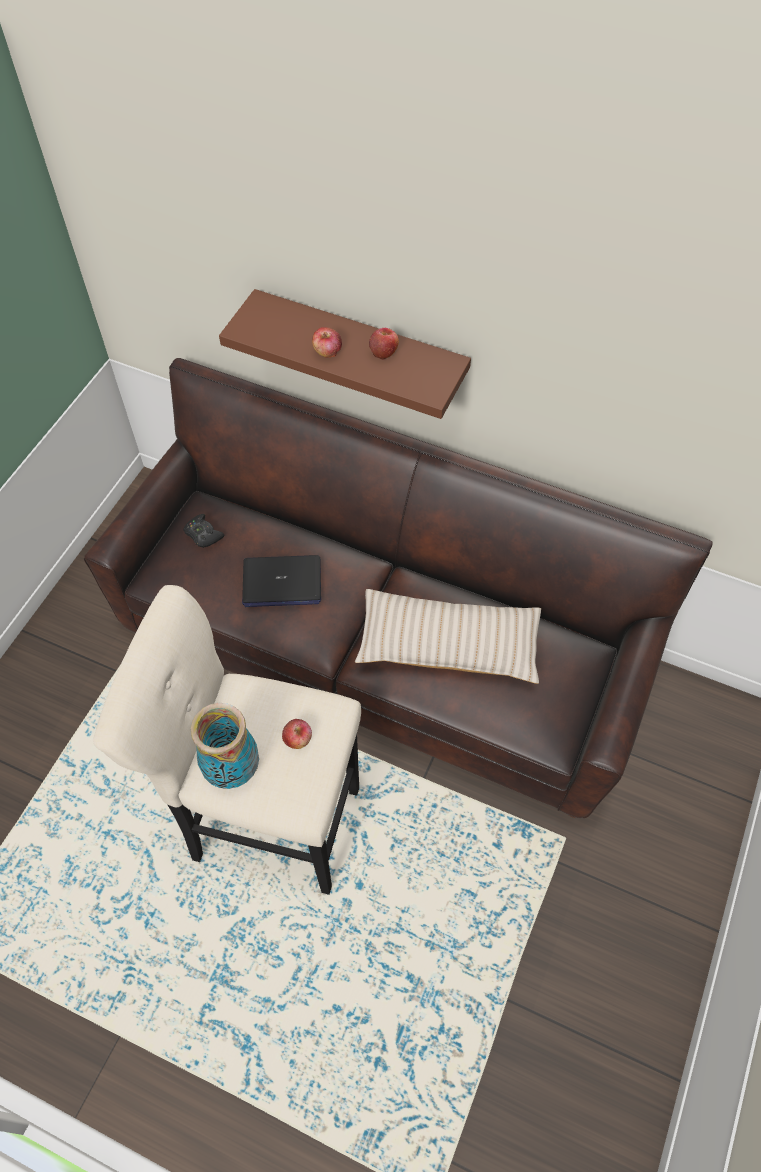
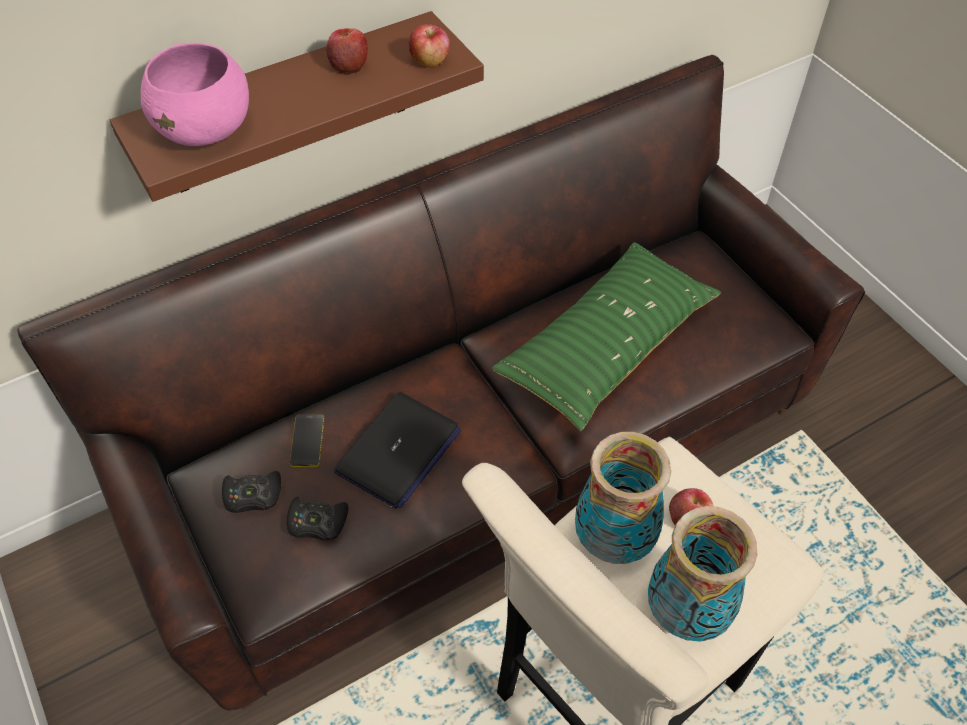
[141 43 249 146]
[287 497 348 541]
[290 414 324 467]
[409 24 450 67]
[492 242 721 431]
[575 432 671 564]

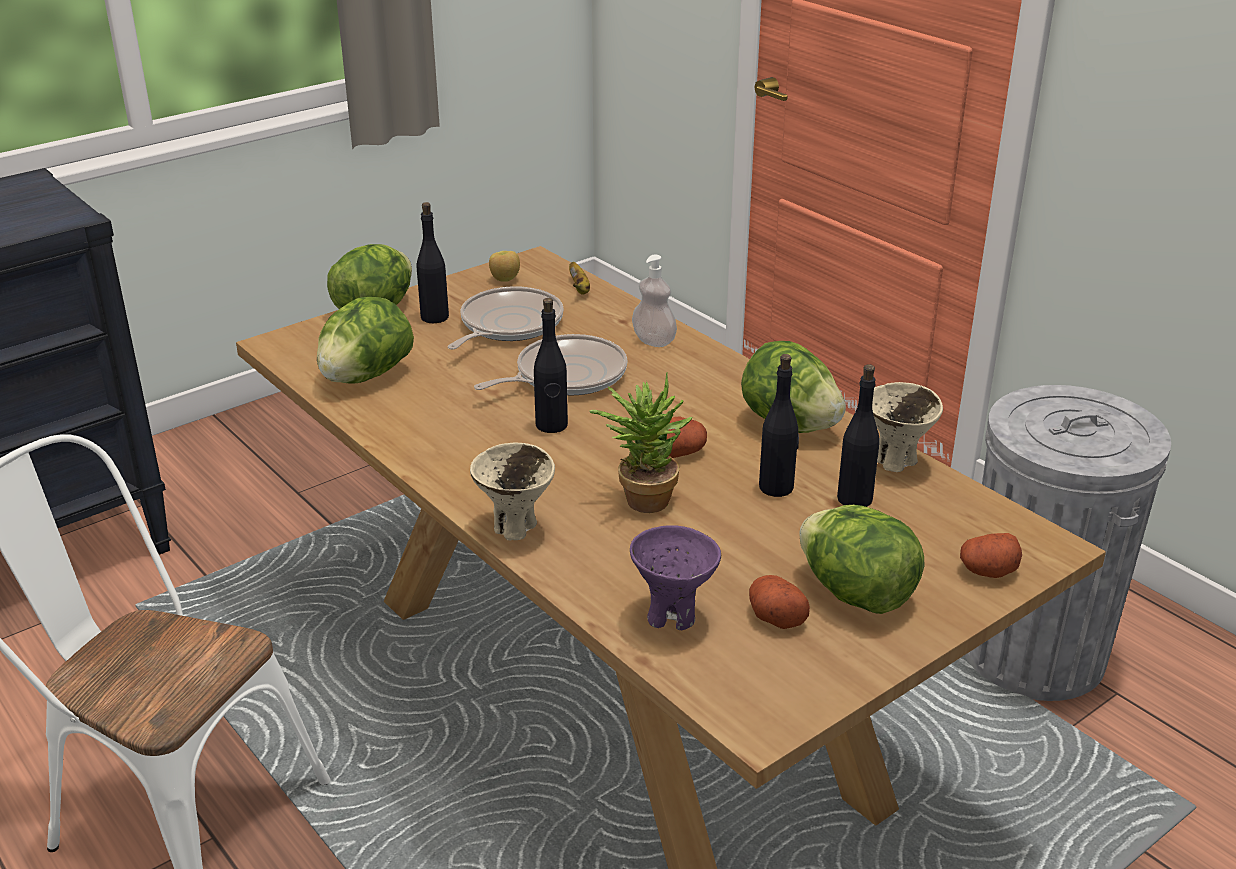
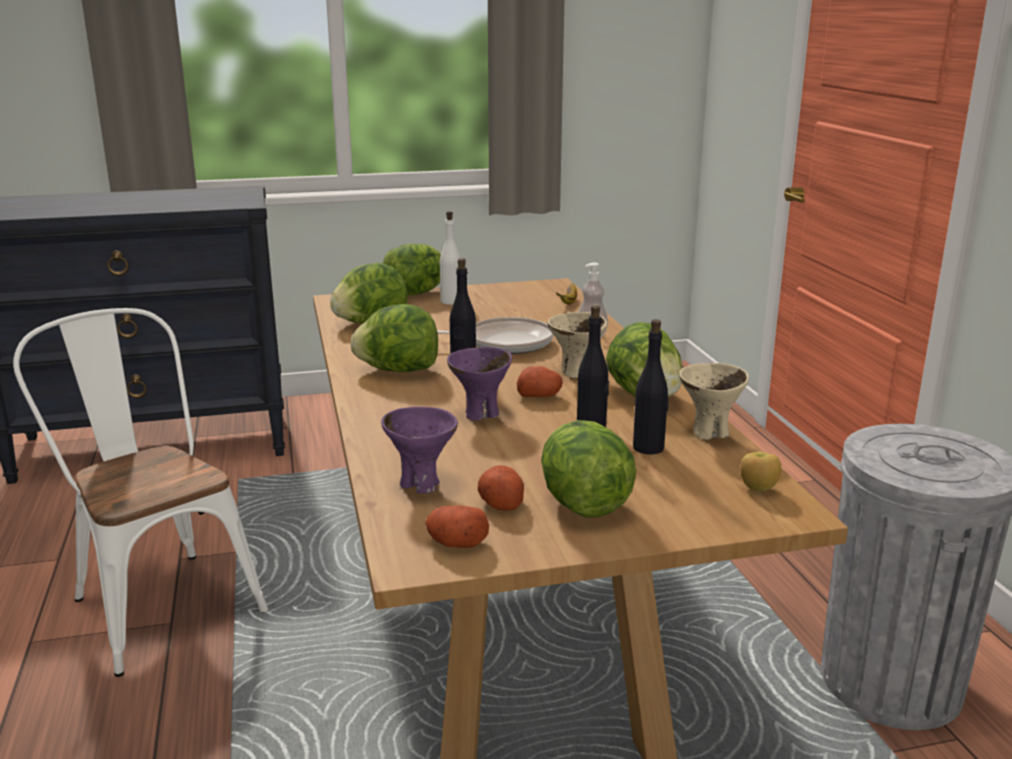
[351 304 438 372]
[425 505 489 548]
[440 211 461 305]
[447 347 512 421]
[547 312 607 378]
[740 452 781 491]
[448 286 564 350] (first image)

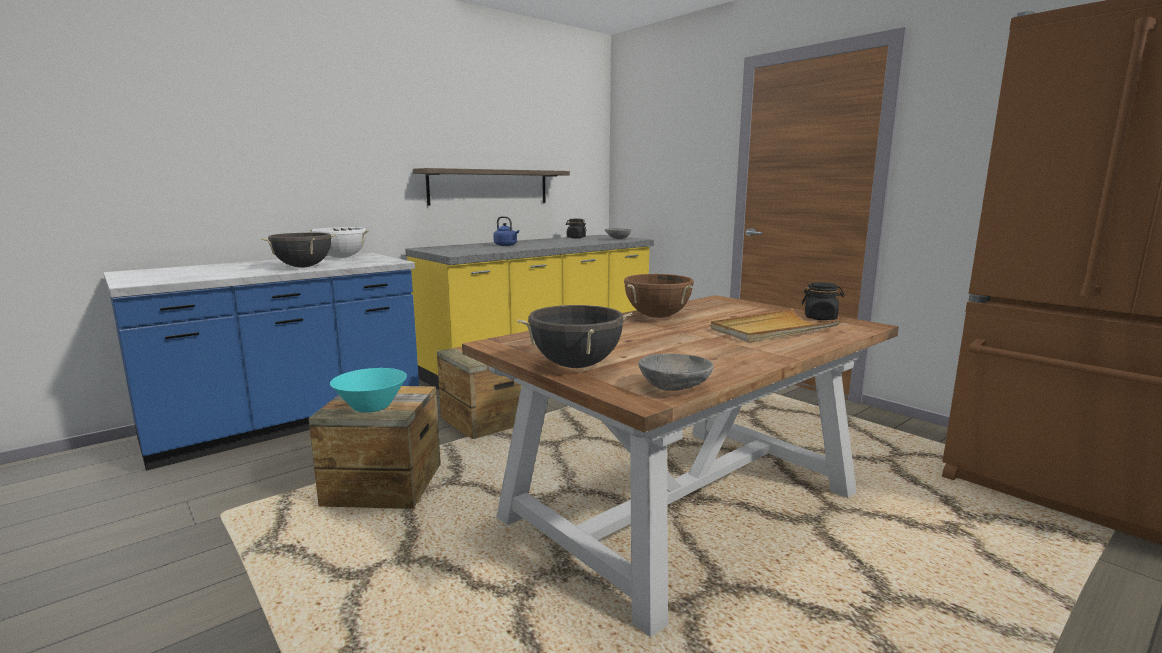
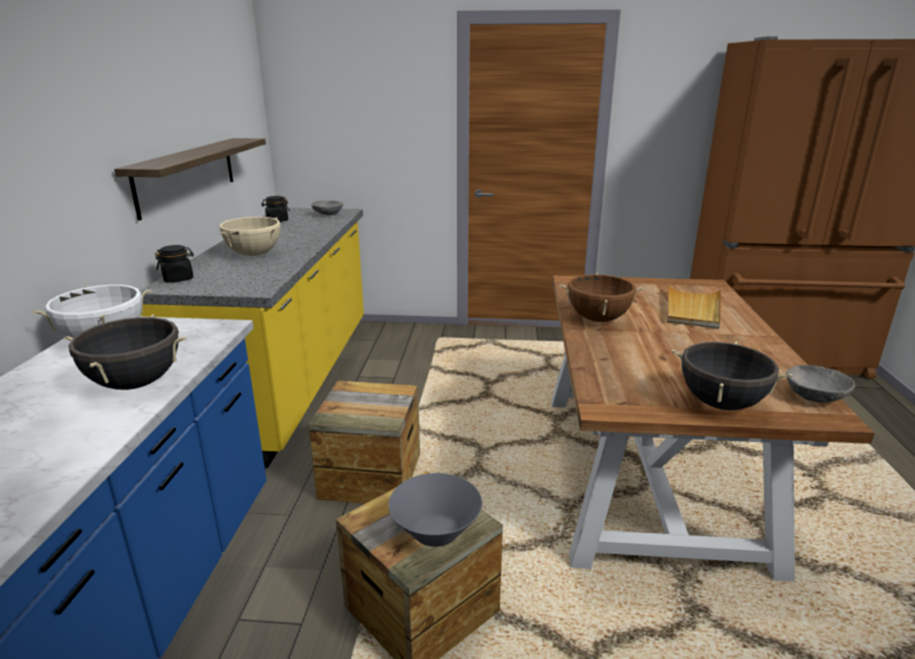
[155 245 194 282]
[220 217 281 256]
[388 473 482 547]

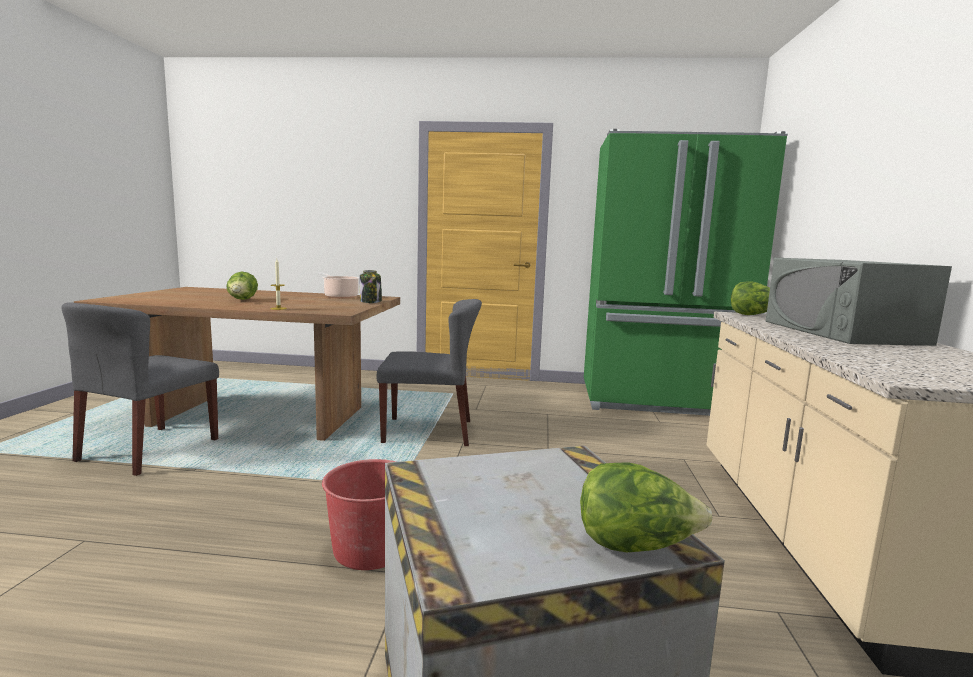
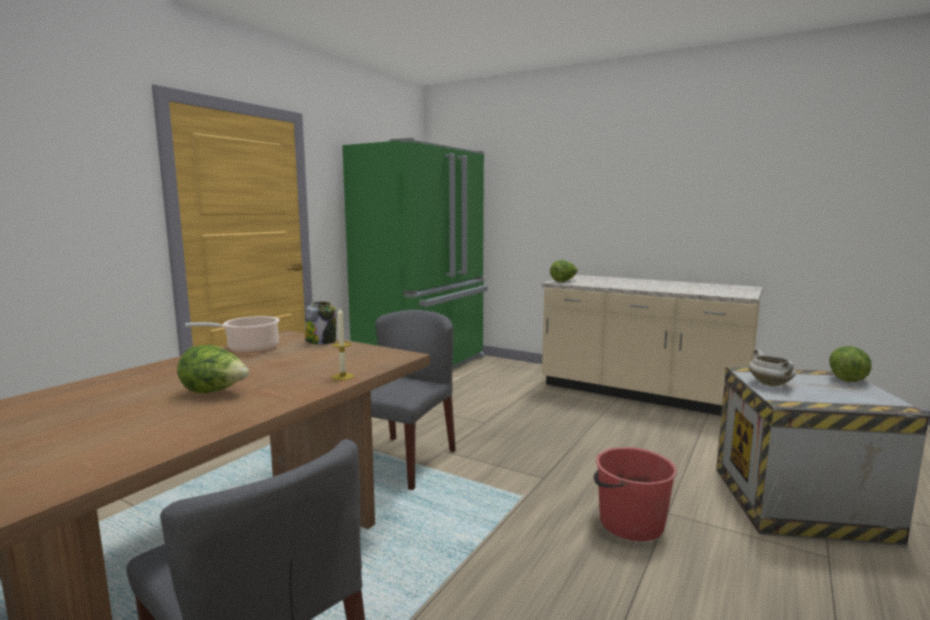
[749 349 796 386]
[766 258 952 346] (first image)

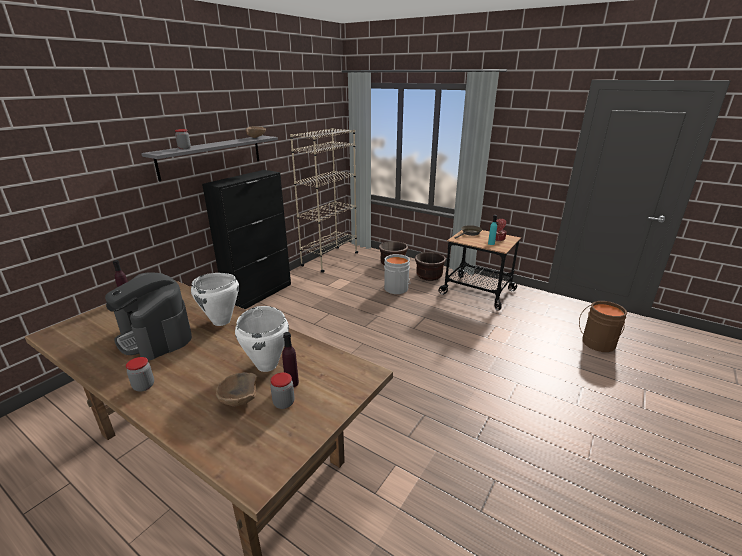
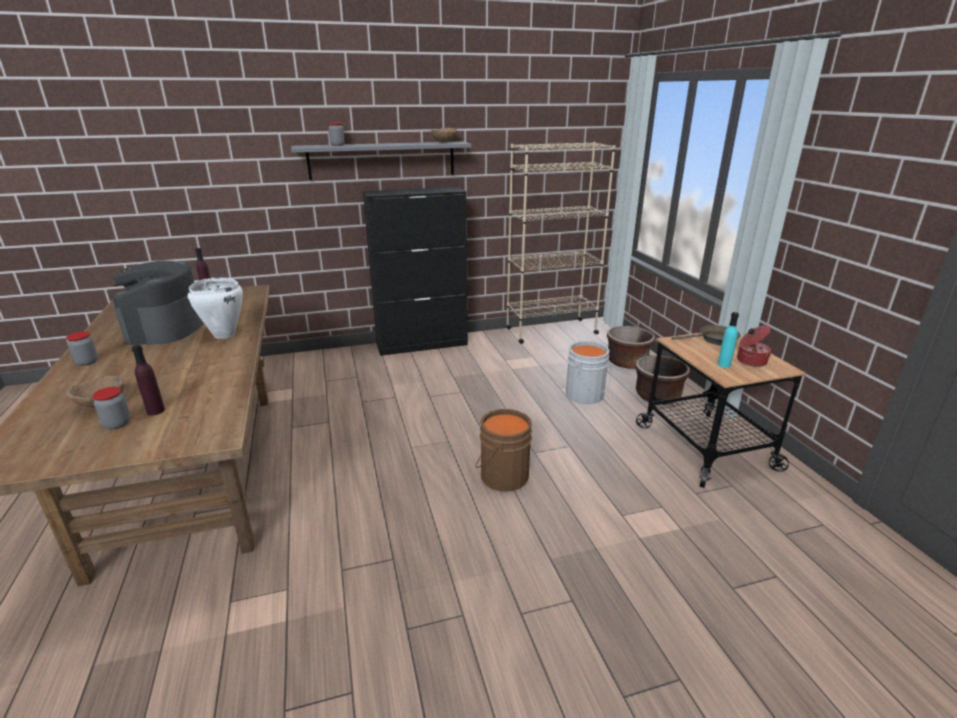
[476 409 532 492]
[235 306 289 372] (first image)

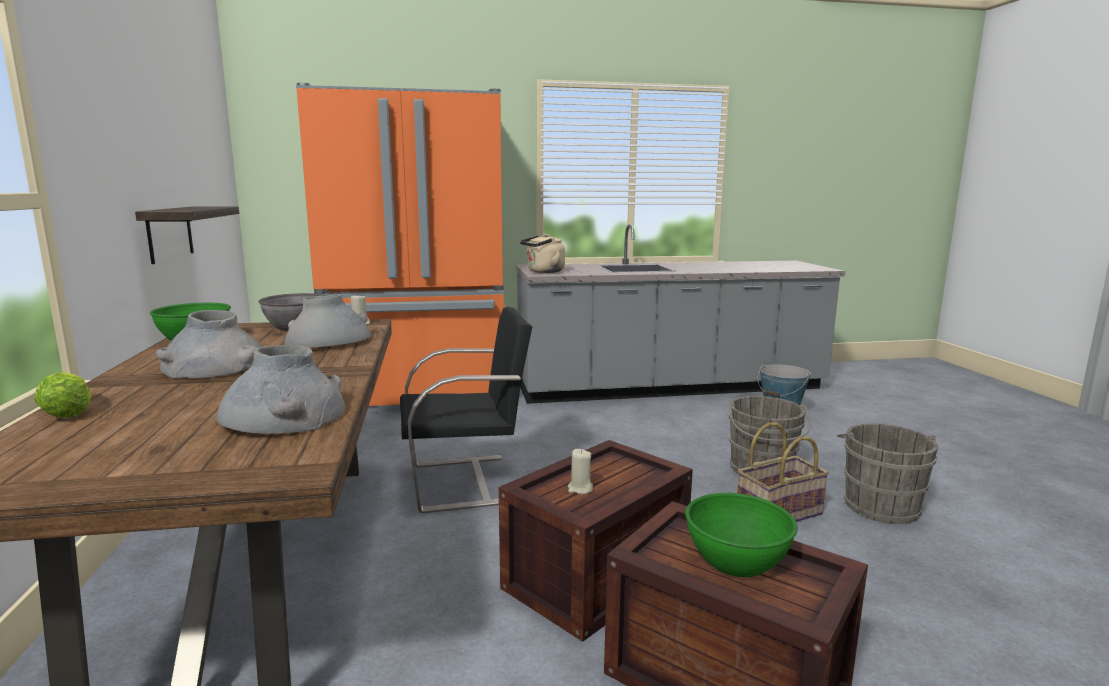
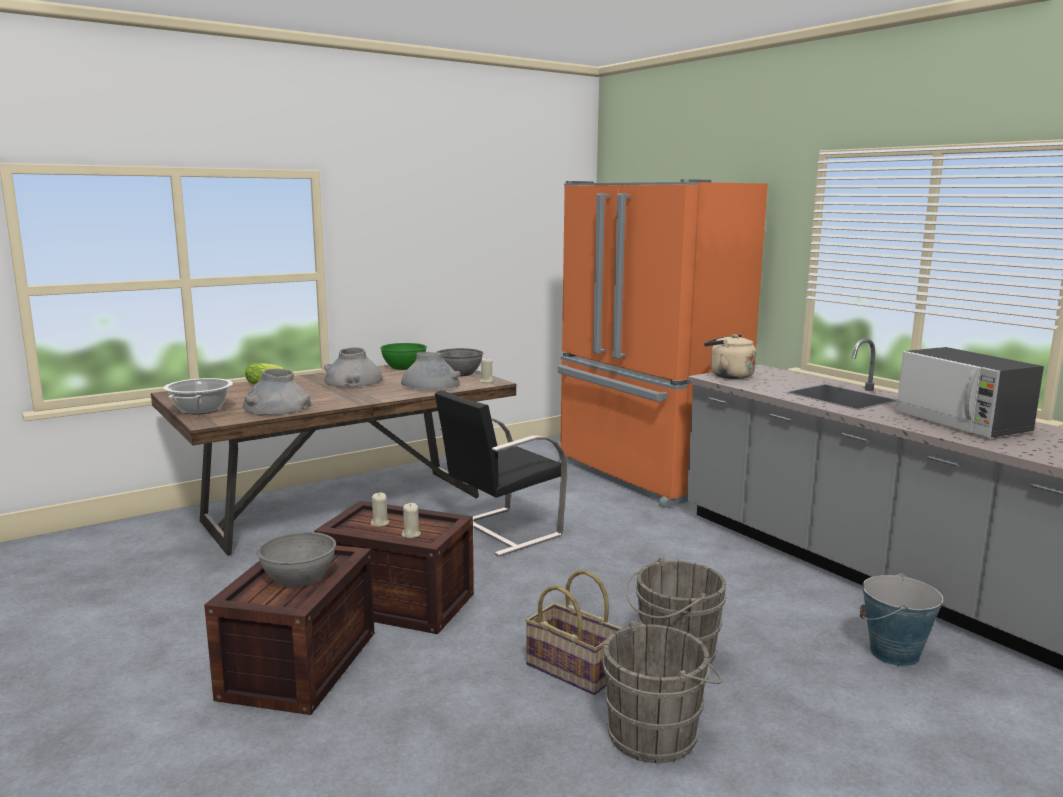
[163 378 233 414]
[257 532 336 587]
[402 503 421 538]
[435 390 567 557]
[895 347 1044 438]
[135 206 239 264] (first image)

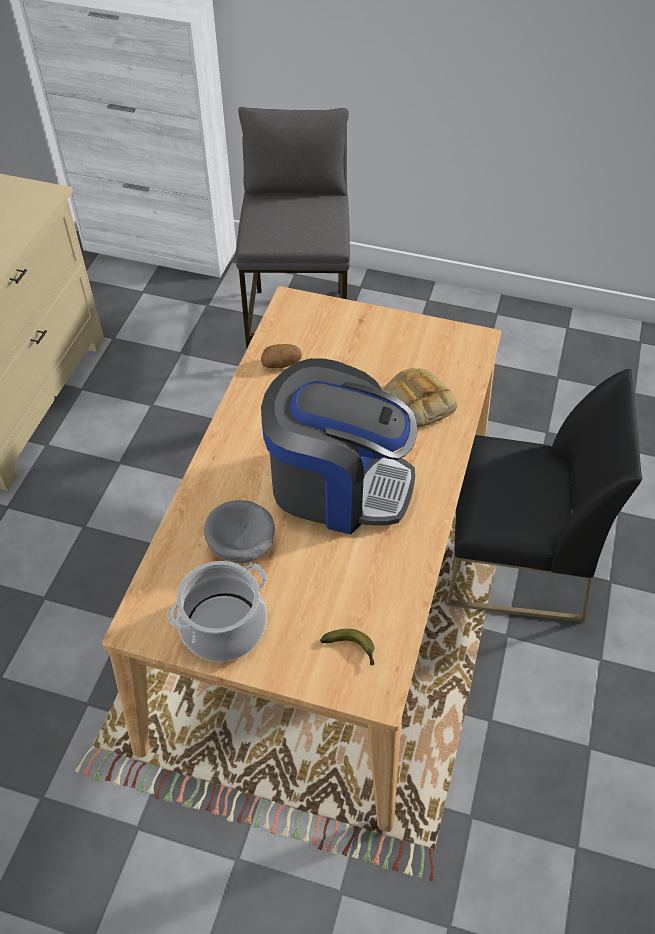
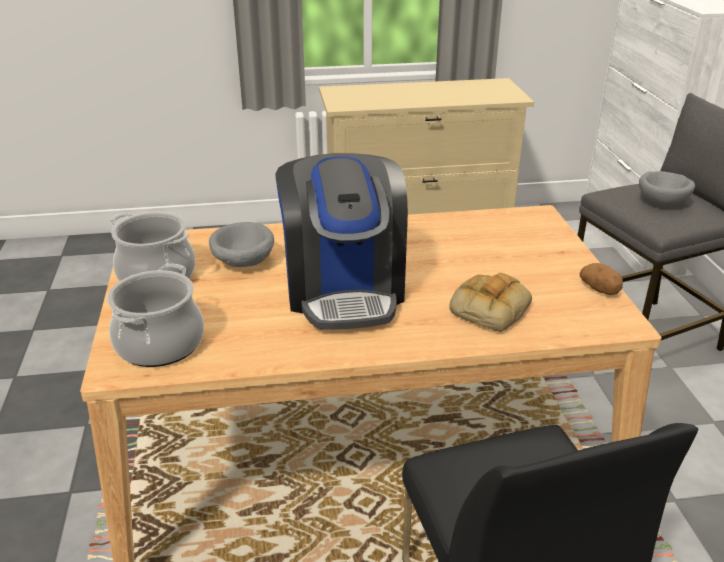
[107 264 204 367]
[580 263 623 295]
[639 171 695 206]

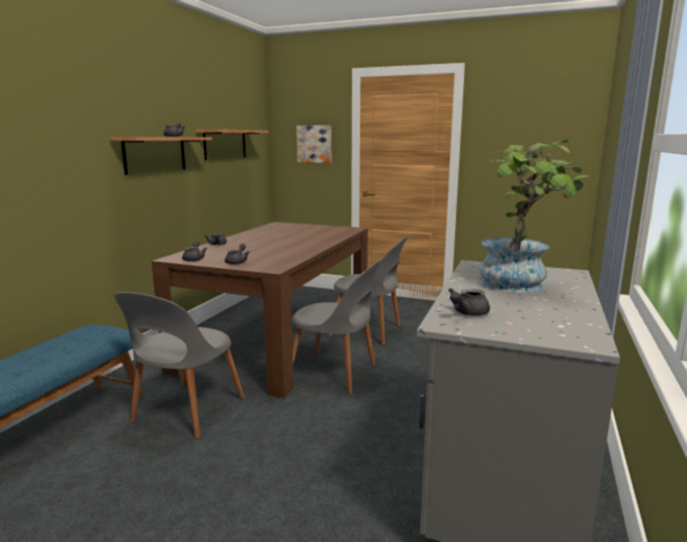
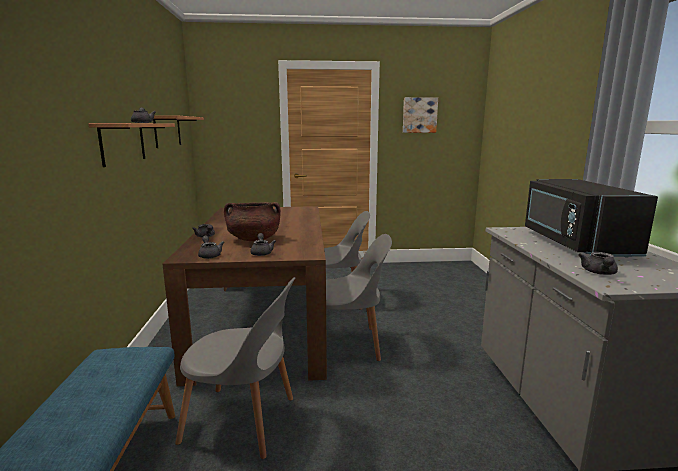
[175 277 295 459]
[224 202 281 241]
[403 97 438 133]
[525 179 658 258]

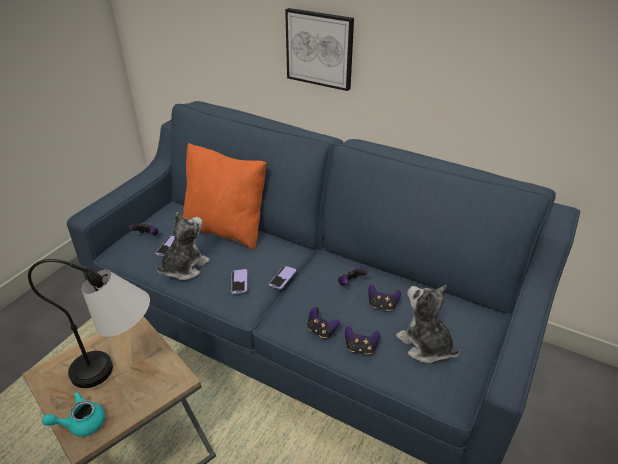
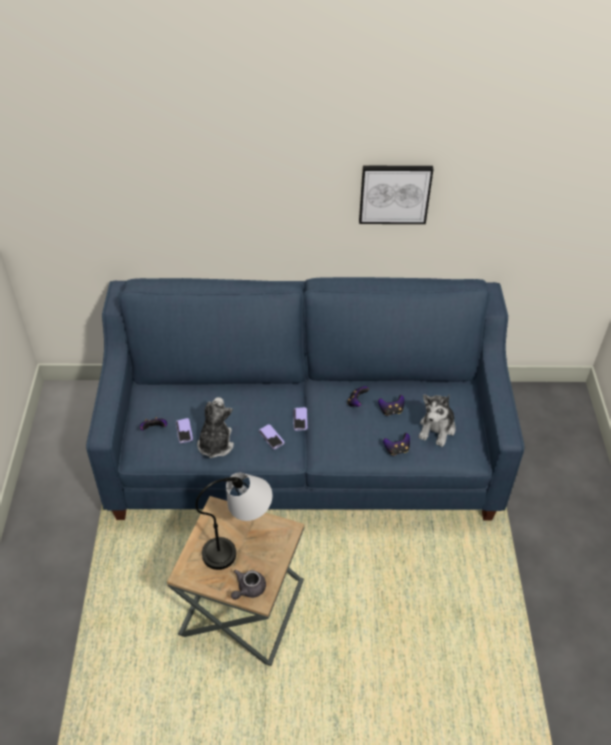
[231 570 266 600]
[359 166 434 224]
[419 394 456 447]
[183 143 266 250] (first image)
[307 307 341 338] (first image)

